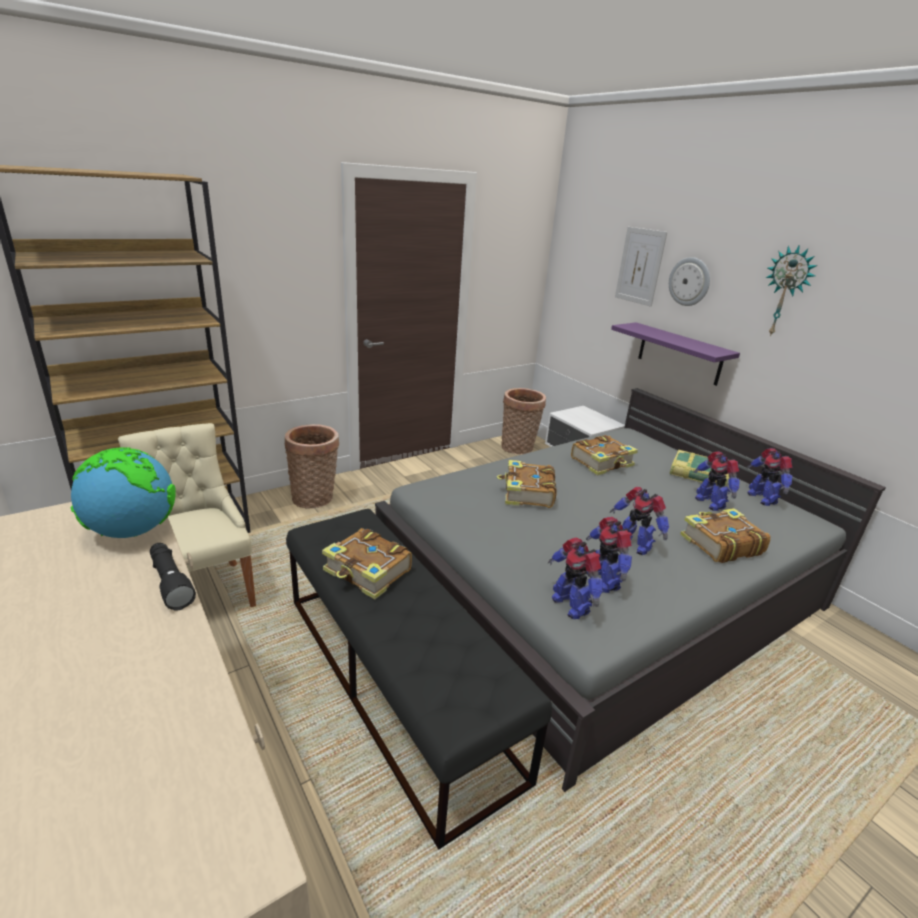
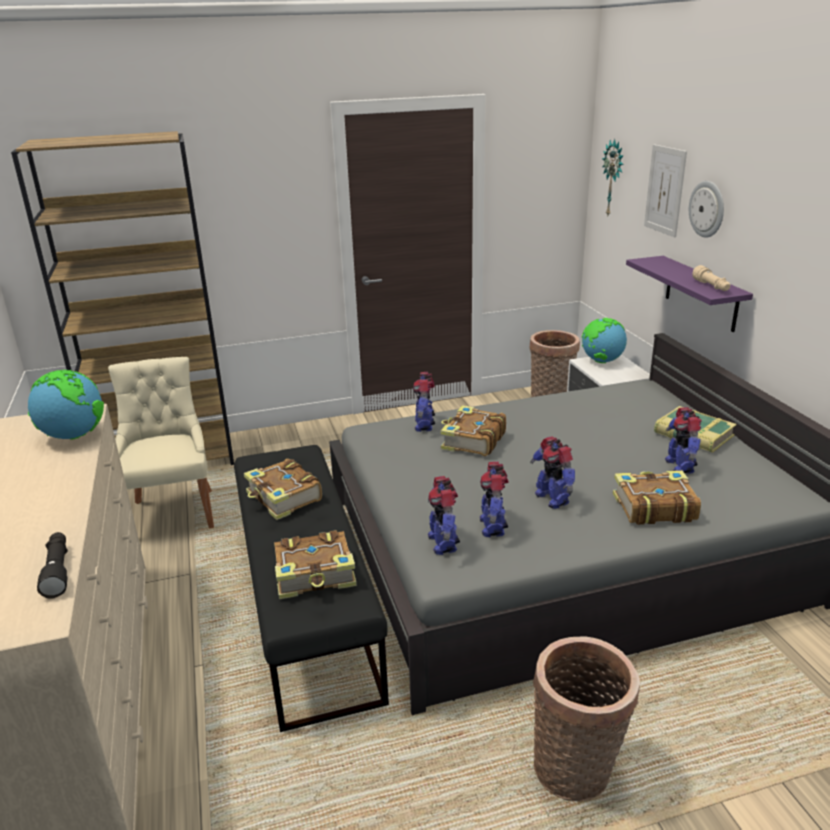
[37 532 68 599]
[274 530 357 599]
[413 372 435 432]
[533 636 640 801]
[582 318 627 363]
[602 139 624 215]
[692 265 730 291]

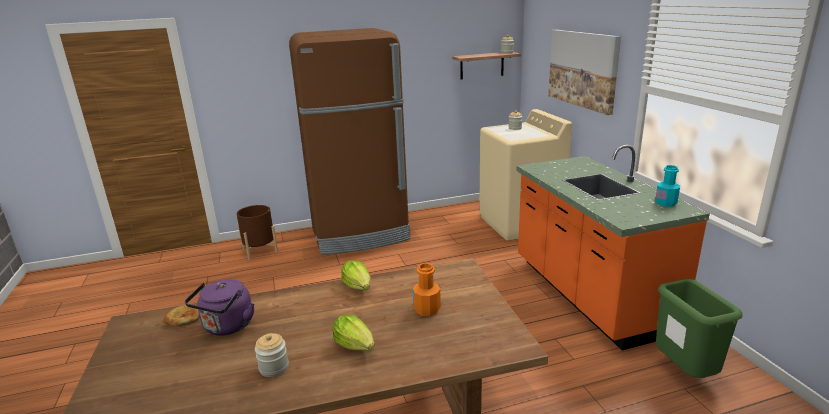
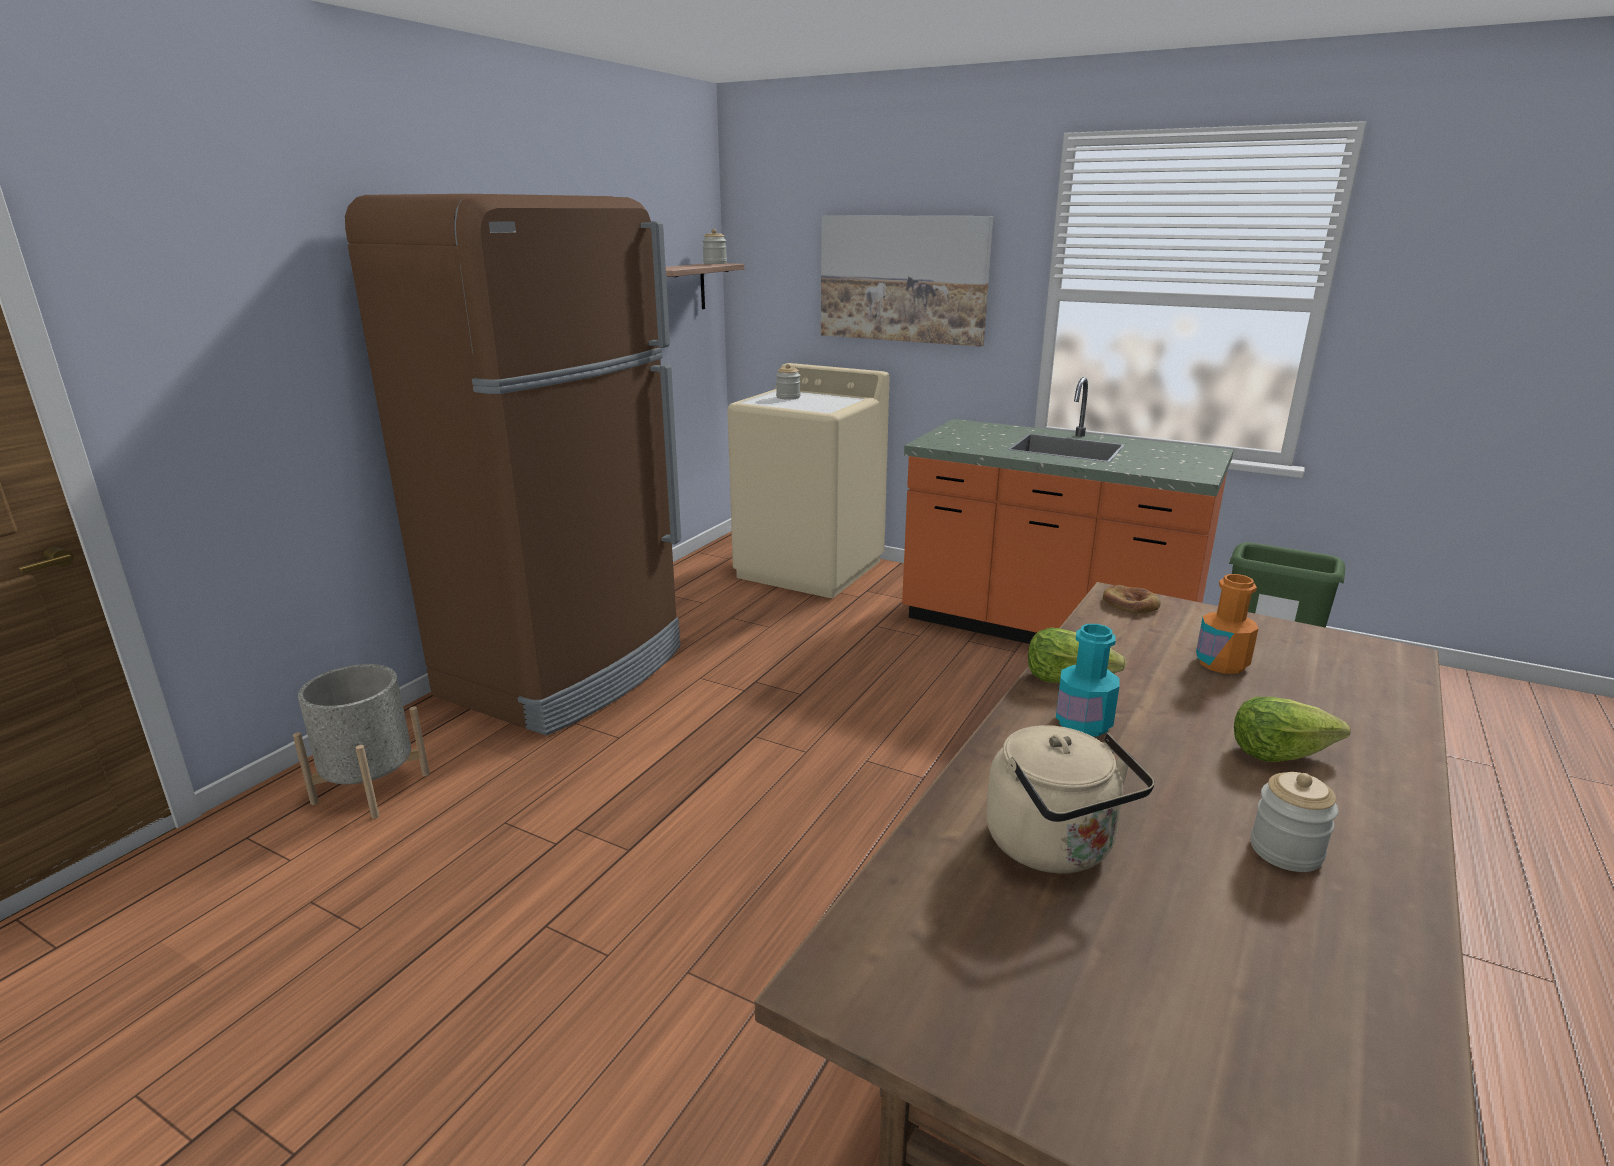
[293 664 430 819]
[986 725 1155 874]
[1056 624 1119 736]
[1103 585 1161 614]

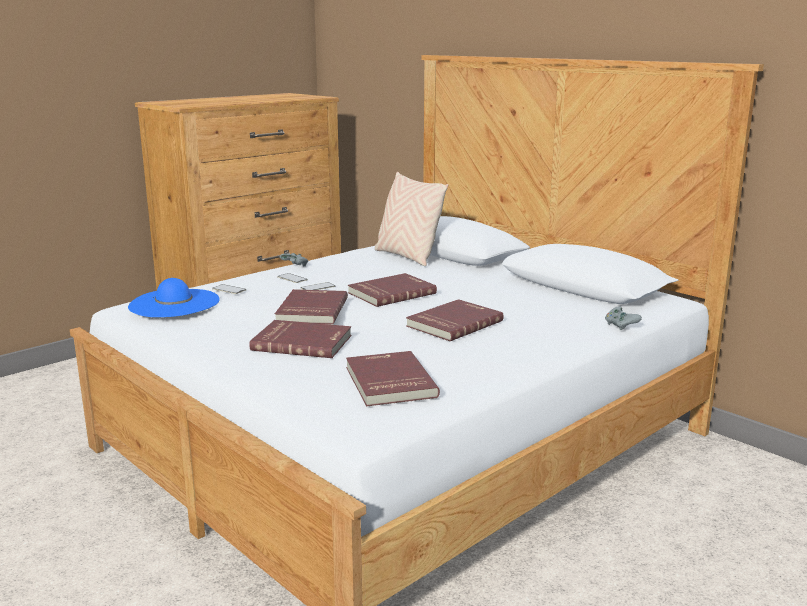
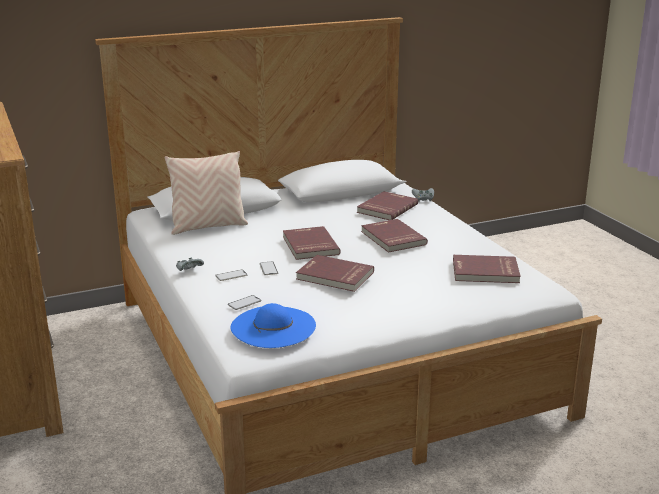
[357 191 418 220]

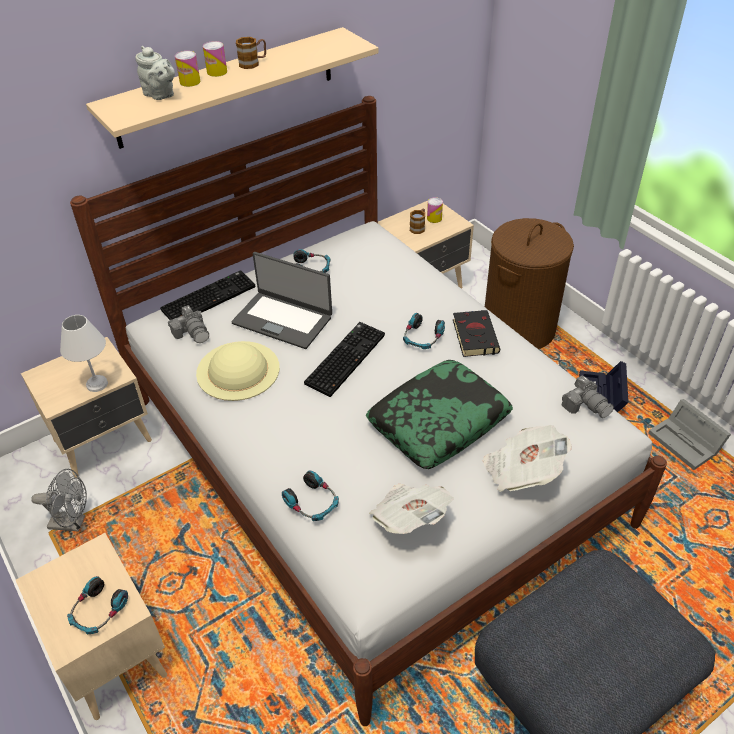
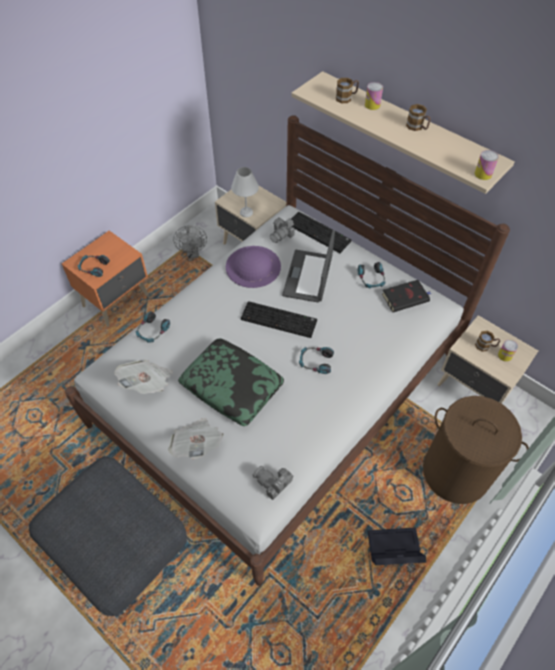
[62 231 149 327]
[226 246 281 288]
[253 466 294 500]
[336 78 359 103]
[382 280 431 312]
[475 150 499 180]
[648 399 731 470] (first image)

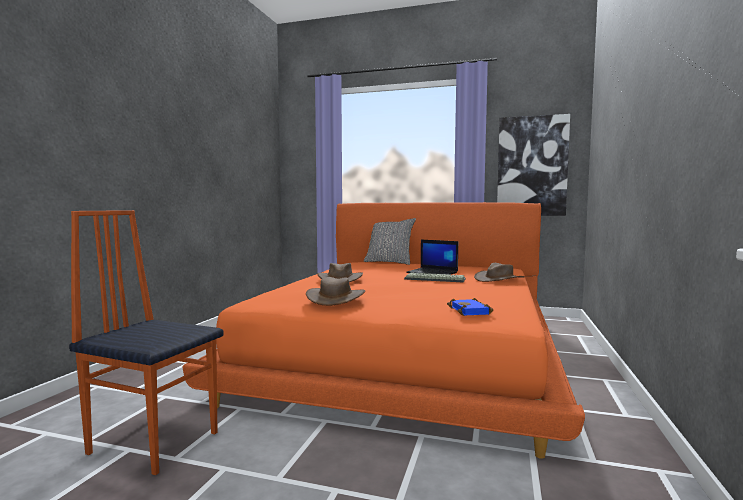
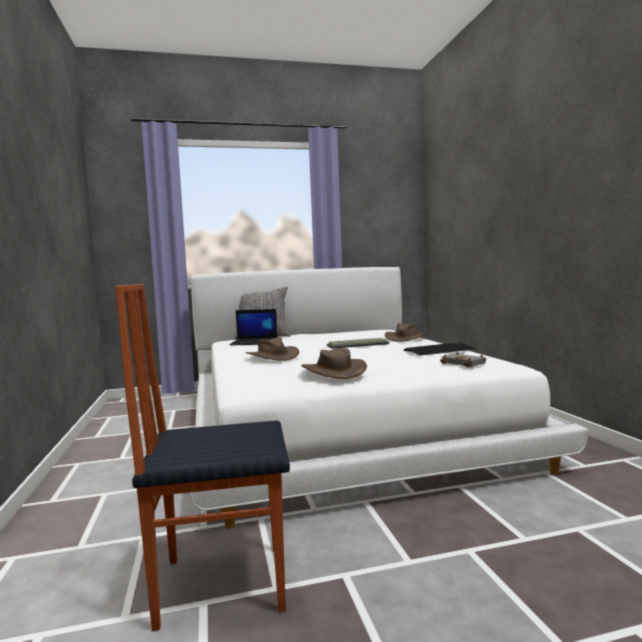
[190 267 589 528]
[229 309 278 346]
[404 342 476 356]
[440 352 486 368]
[497 114 570 216] (first image)

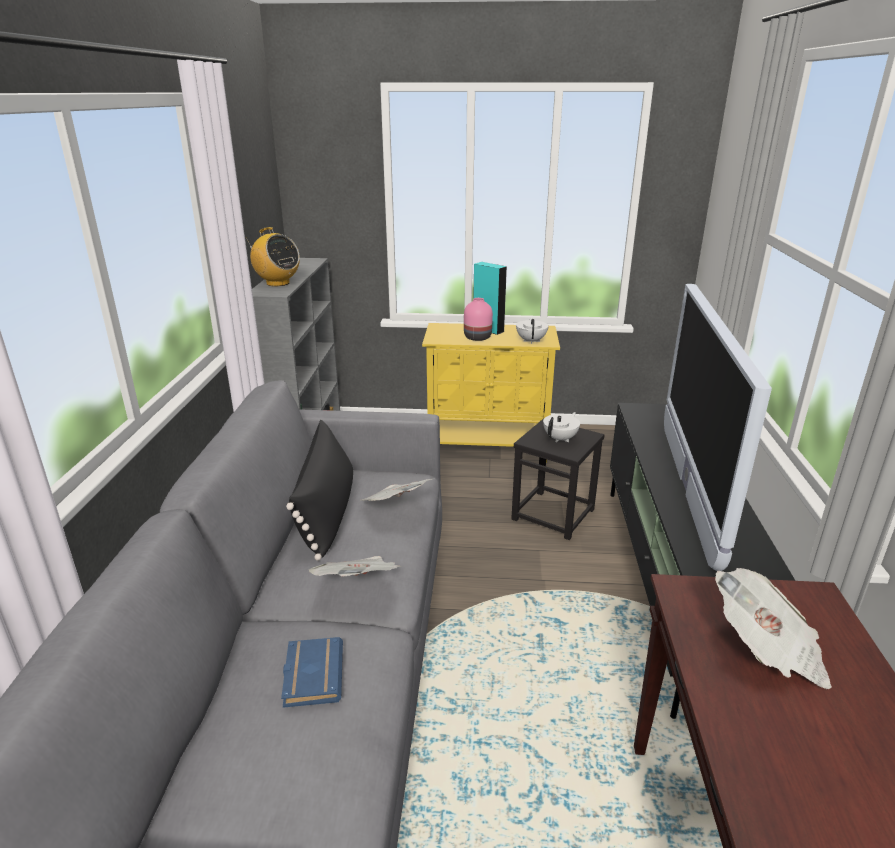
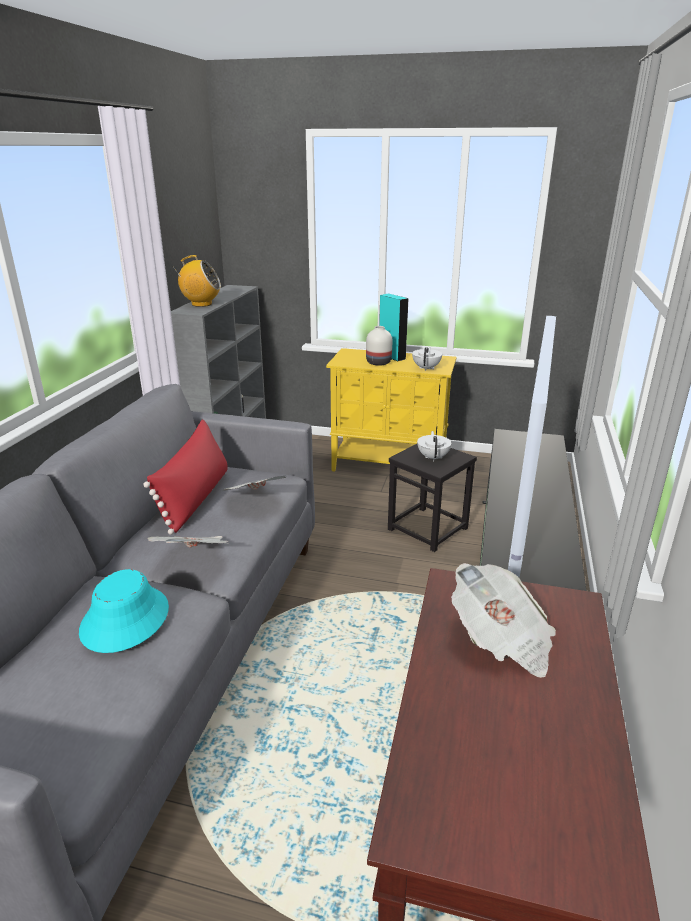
[79 569 169 653]
[143 419 228 535]
[172 255 221 307]
[366 326 392 366]
[417 431 452 462]

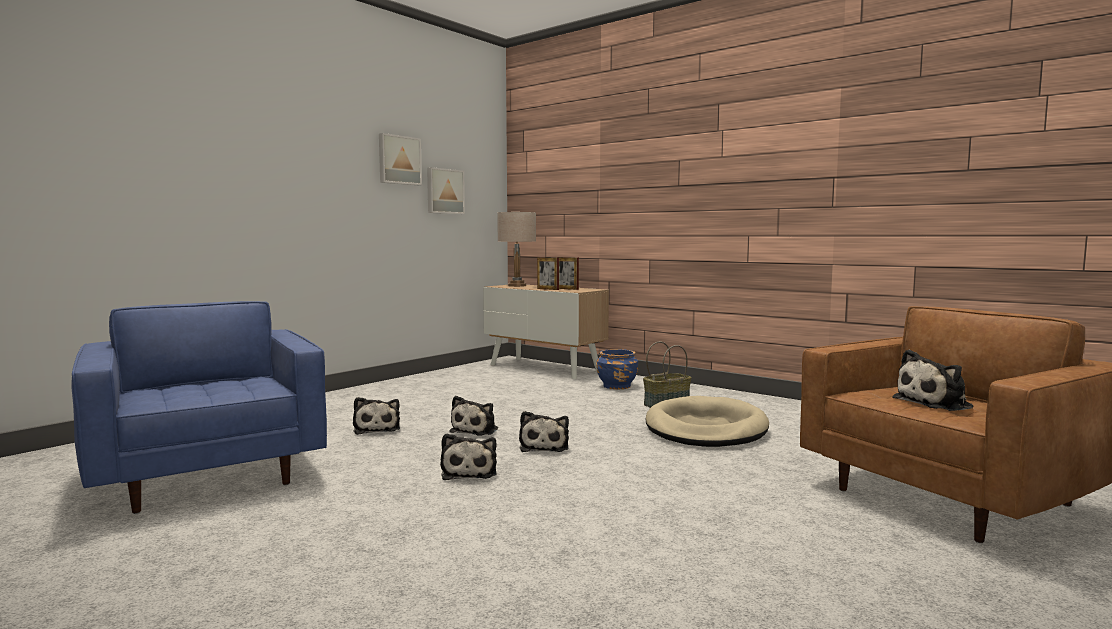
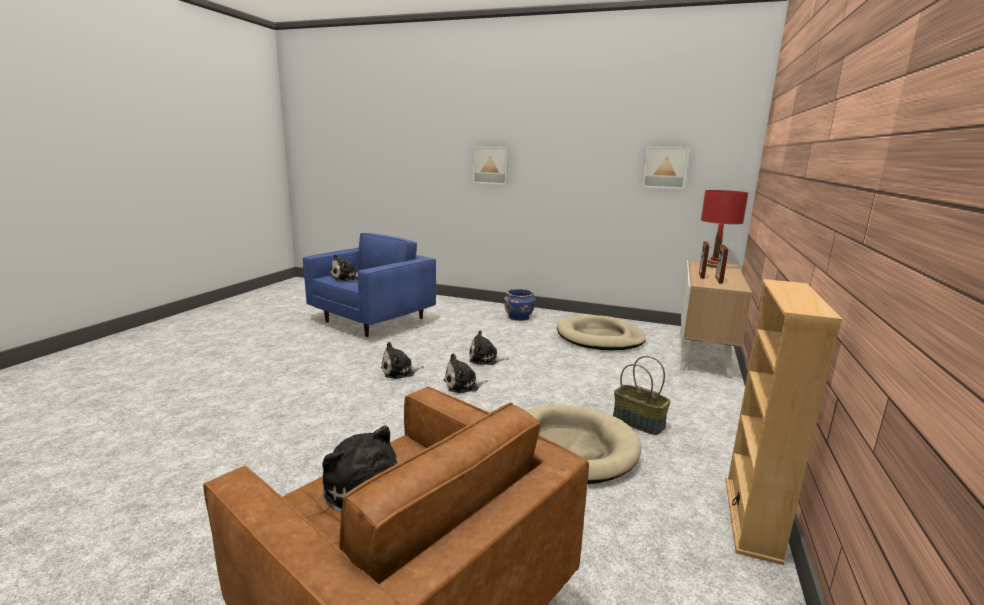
[330 254 358 281]
[473 146 509 185]
[504 289 535 321]
[557 315 646 350]
[701 190 748 268]
[725 279 843 565]

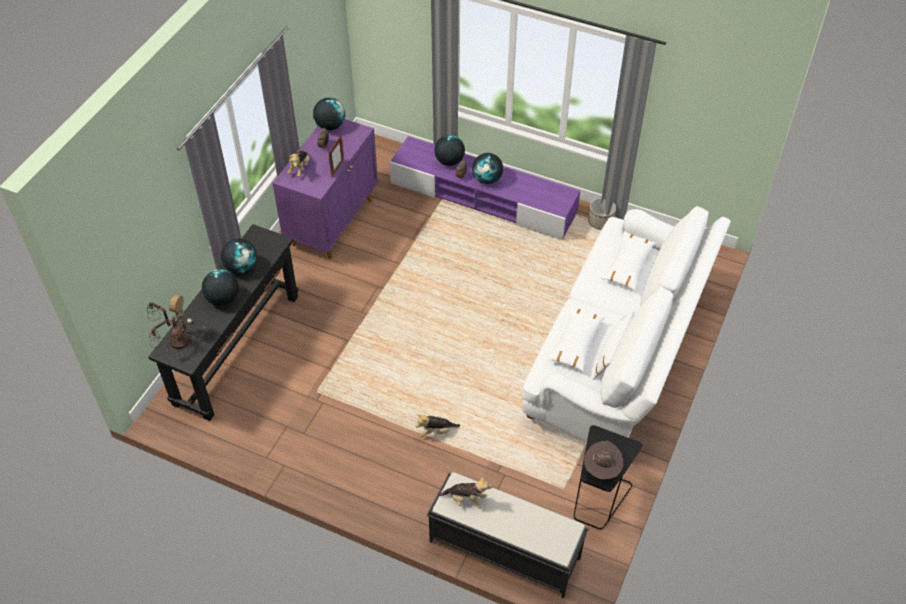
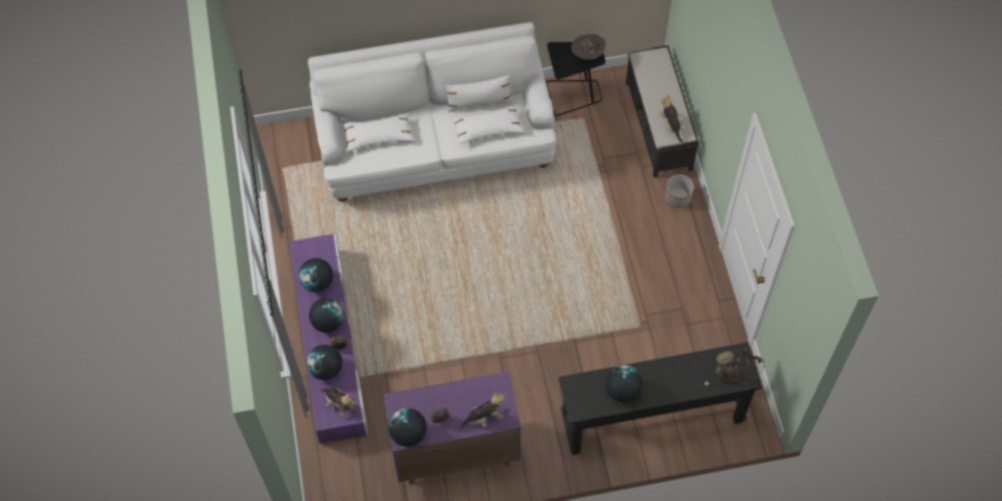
[299 258 333 292]
[320 388 356 417]
[665 175 694 208]
[328 135 344 178] (first image)

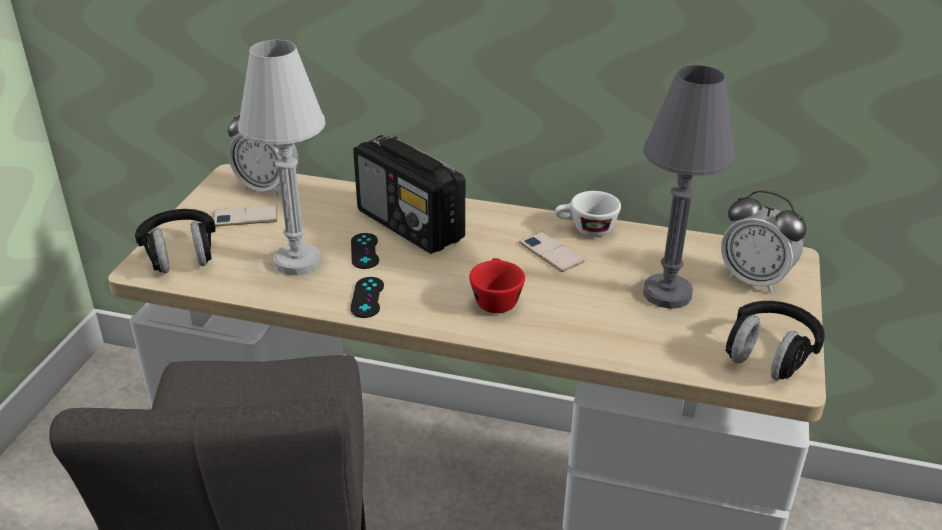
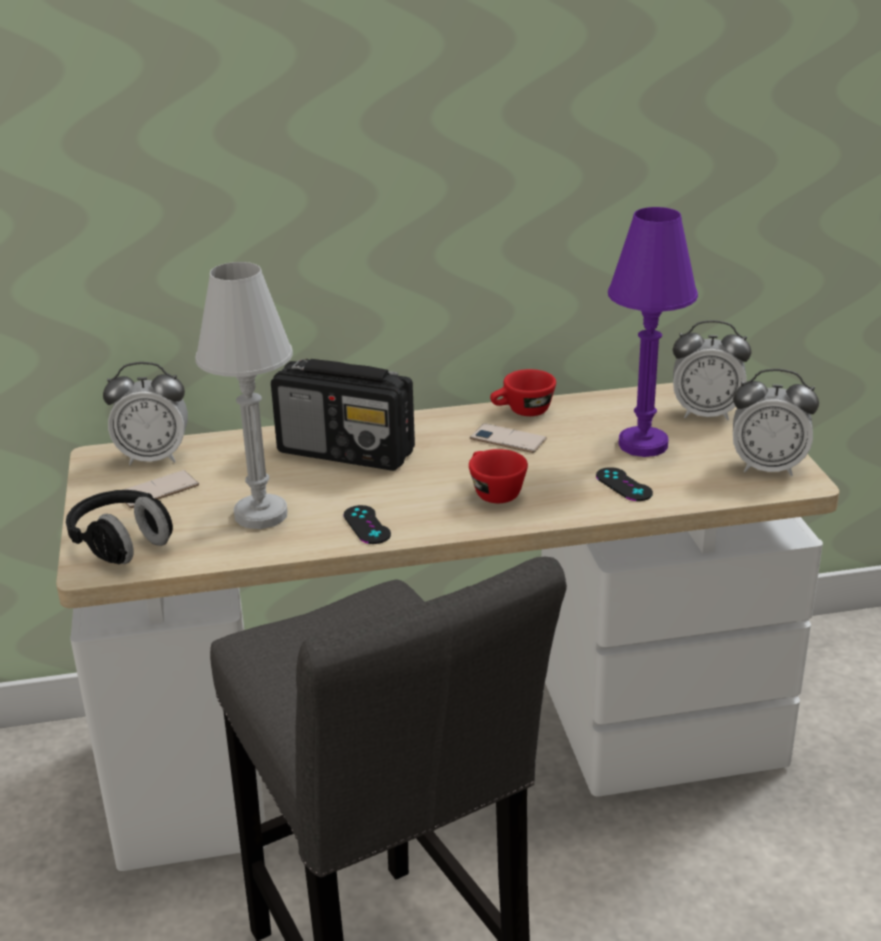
[490 369 556 416]
[596 467 653 501]
[608 207 698 457]
[733 369 819 476]

